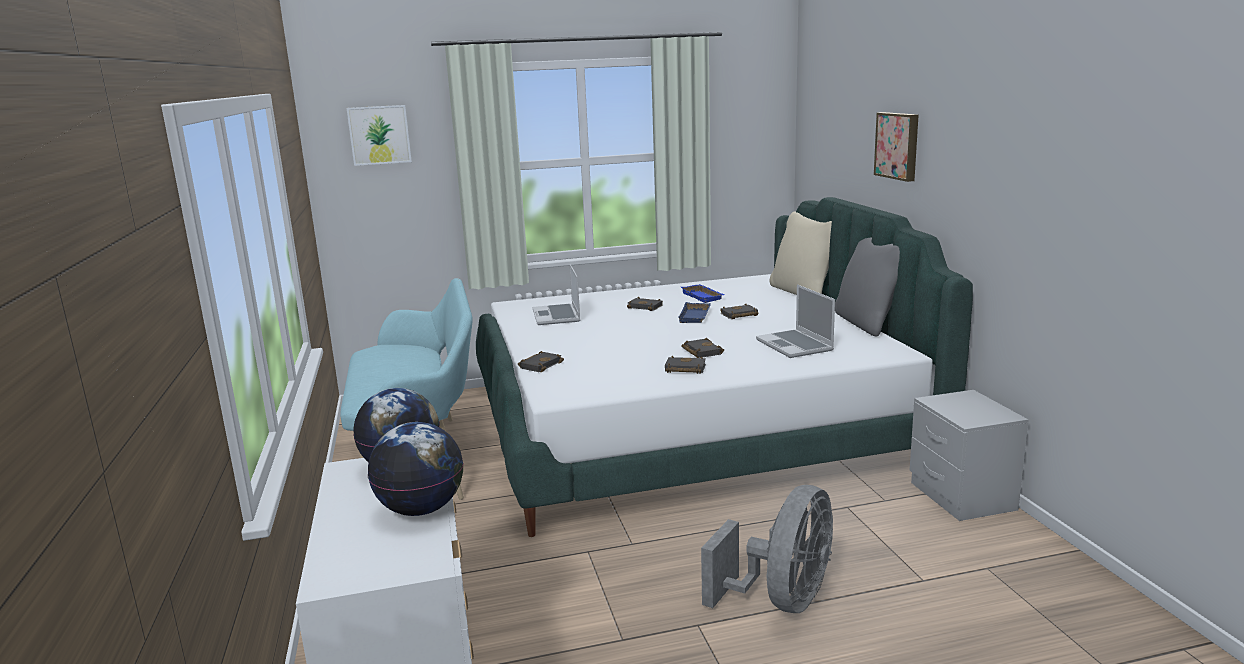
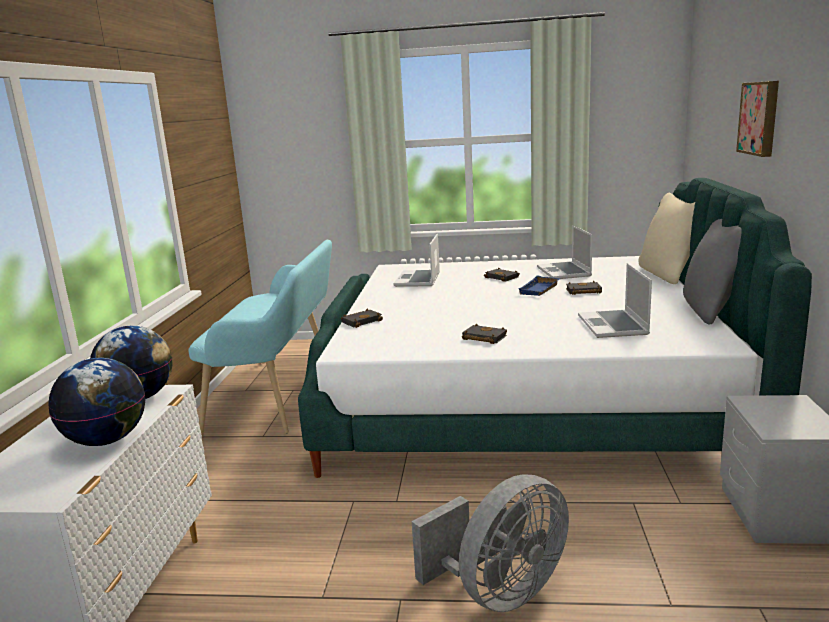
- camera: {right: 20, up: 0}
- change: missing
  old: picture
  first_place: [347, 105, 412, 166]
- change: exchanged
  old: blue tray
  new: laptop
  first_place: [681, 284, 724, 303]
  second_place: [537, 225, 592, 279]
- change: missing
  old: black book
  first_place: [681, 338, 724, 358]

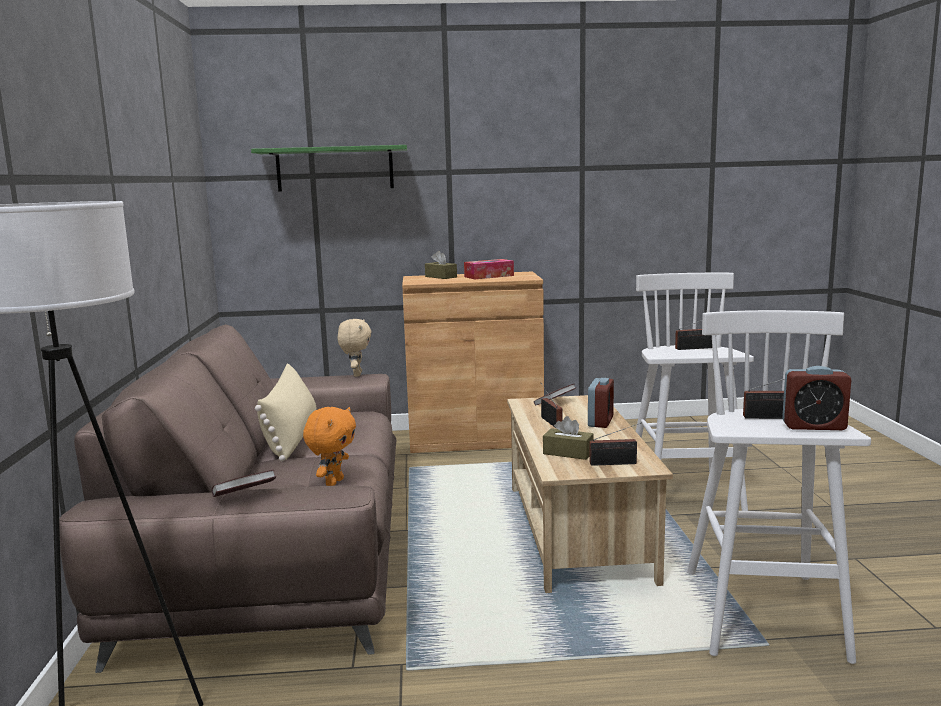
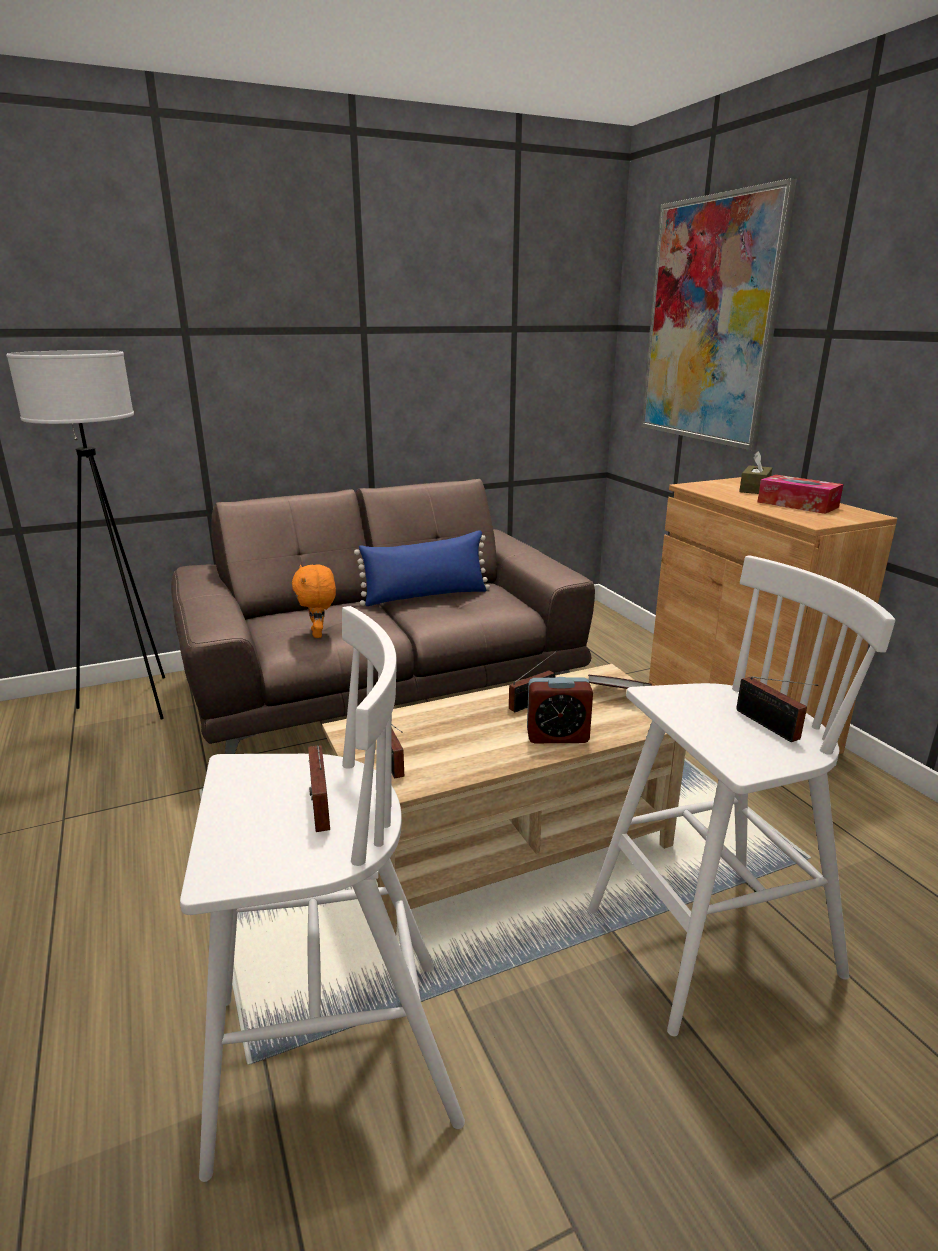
- camera: {right: 70, up: 10}
- change: missing
  old: book
  first_place: [212, 470, 276, 497]
- change: exchanged
  old: green shelf
  new: picture
  first_place: [251, 145, 407, 192]
  second_place: [641, 178, 797, 450]
- change: colour
  old: beige pillow
  new: blue pillow
  first_place: [255, 363, 316, 461]
  second_place: [354, 530, 490, 606]
- change: spun
  old: orange plush toy
  first_place: [303, 407, 356, 486]
  second_place: [292, 565, 336, 638]
  degrees: 75
- change: missing
  old: beige plush toy
  first_place: [338, 319, 372, 377]
- change: missing
  old: brown tissue box
  first_place: [543, 416, 594, 460]
- change: missing
  old: alarm clock
  first_place: [782, 366, 852, 430]

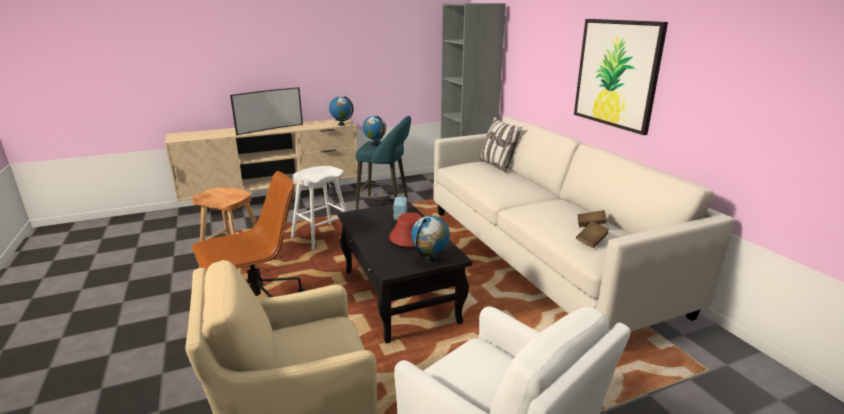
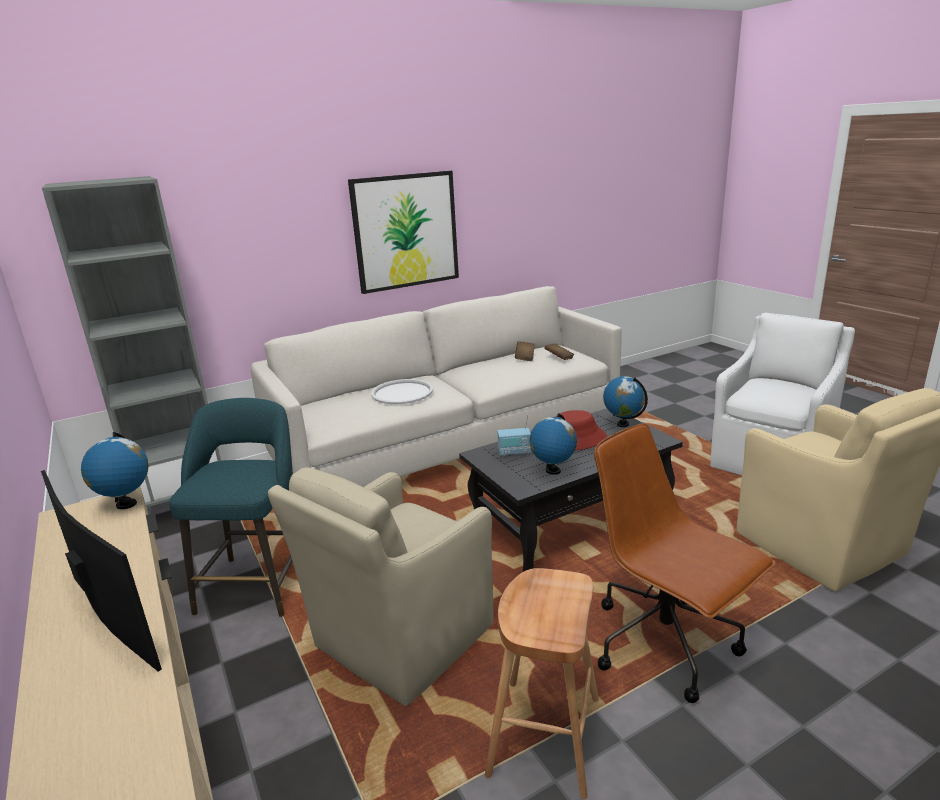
- camera: {right: -95, up: 0}
- change: exchanged
  old: white stool
  new: beige armchair
  first_place: [291, 166, 346, 250]
  second_place: [268, 468, 493, 706]
- change: relocated
  old: globe
  first_place: [363, 116, 386, 146]
  second_place: [530, 413, 577, 475]
- change: missing
  old: pillow
  first_place: [479, 117, 522, 173]
- change: appeared
  new: white tray
  second_place: [371, 379, 433, 404]

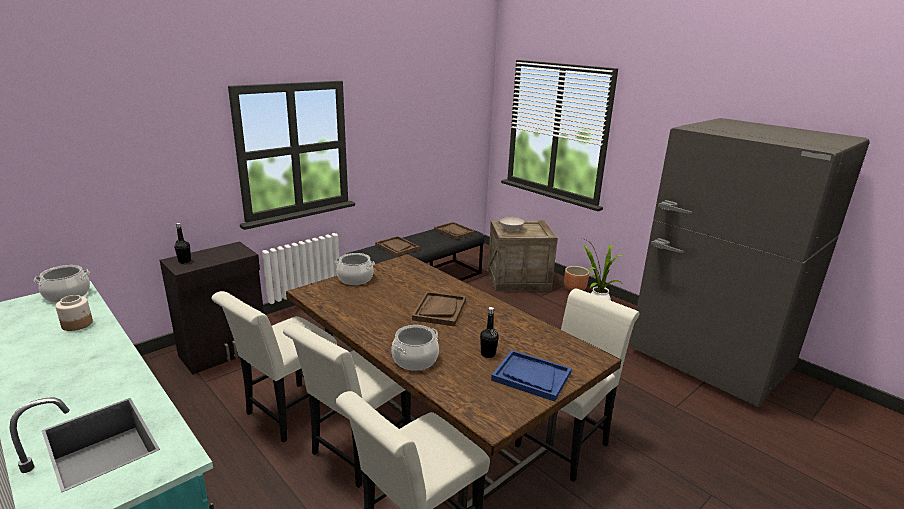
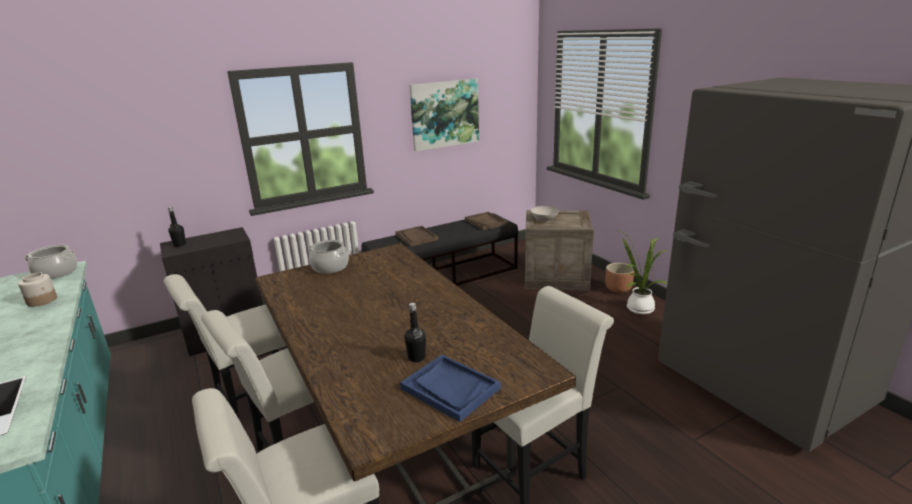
- camera: {right: 15, up: 0}
- change: missing
  old: cooking pot
  first_place: [391, 325, 439, 371]
- change: missing
  old: brown tray
  first_place: [412, 291, 466, 326]
- change: appeared
  new: picture
  second_place: [409, 79, 479, 151]

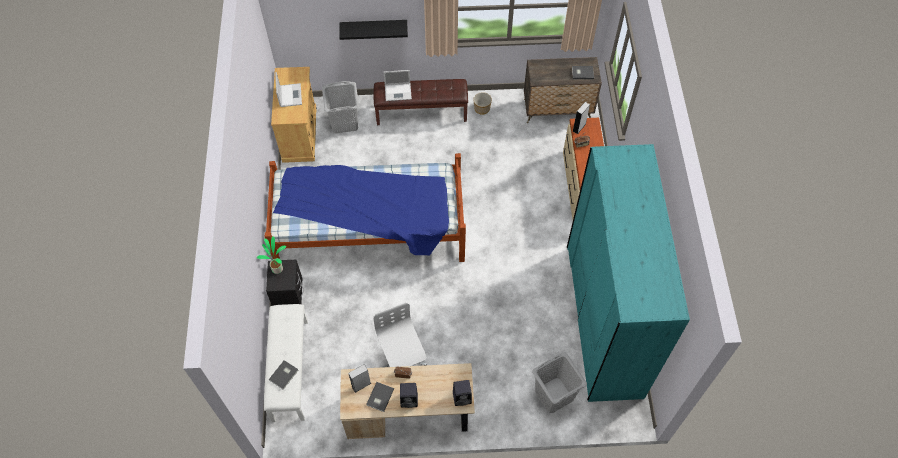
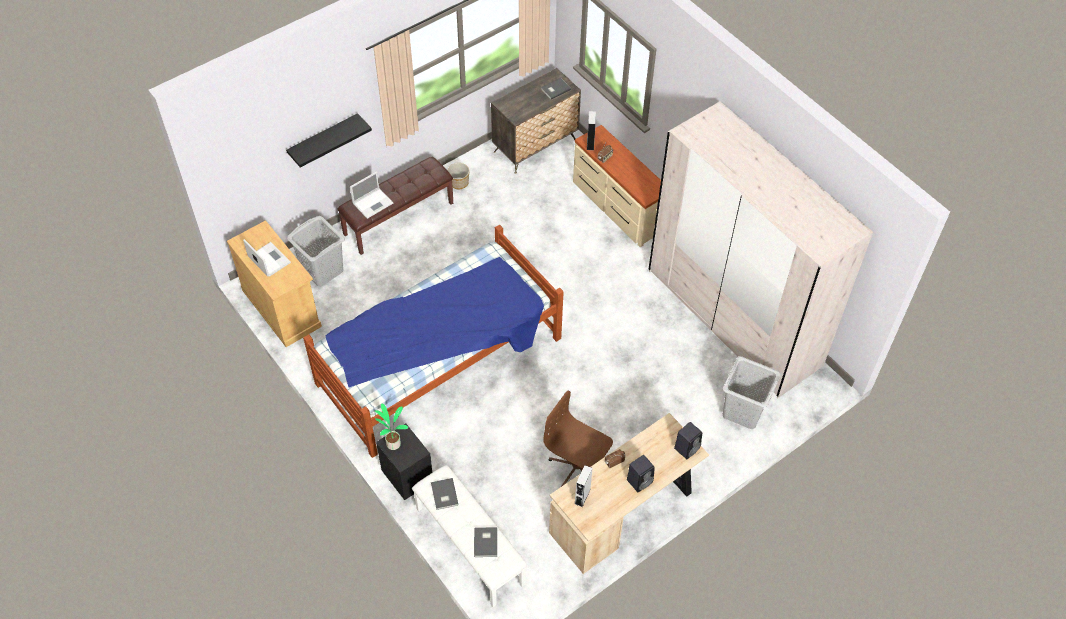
- camera: {right: -35, up: -5}
- change: relocated
  old: grey book
  first_place: [366, 382, 394, 412]
  second_place: [431, 478, 458, 510]
- change: colour
  old: white office chair
  new: brown office chair
  first_place: [373, 302, 427, 368]
  second_place: [543, 390, 613, 487]
- change: colour
  old: turquoise wardrobe
  new: beige wardrobe
  first_place: [567, 144, 690, 402]
  second_place: [648, 101, 873, 398]

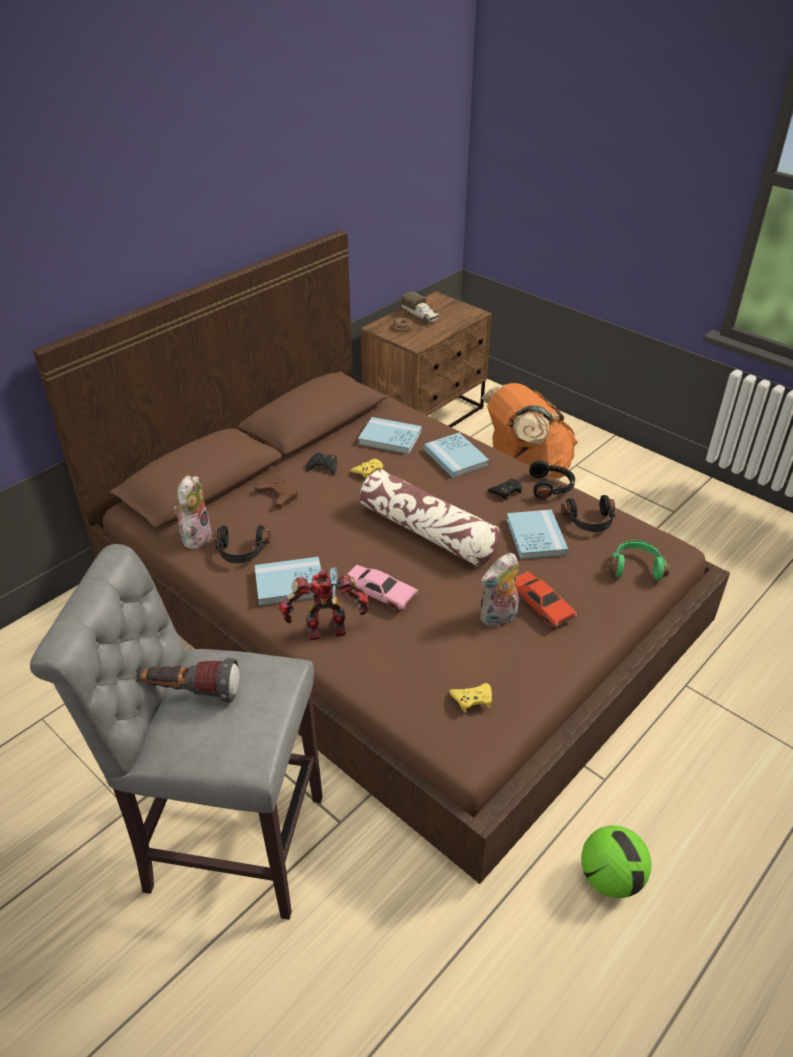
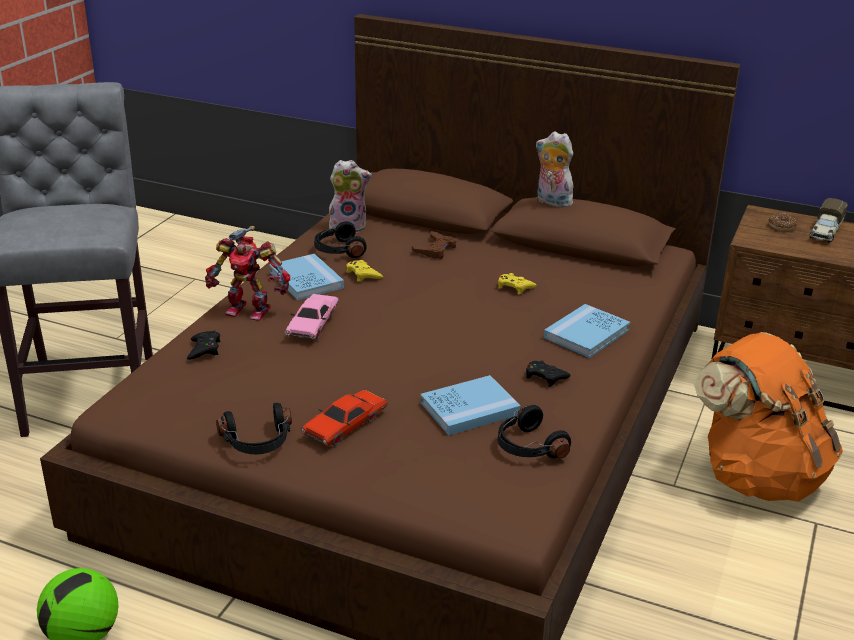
- camera: {right: 70, up: -10}
- change: missing
  old: flashlight
  first_place: [140, 657, 239, 703]
- change: spun
  old: toy robot
  first_place: [279, 567, 369, 640]
  second_place: [205, 226, 290, 321]
  degrees: 135
- change: relocated
  old: black game controller
  first_place: [306, 452, 337, 475]
  second_place: [187, 330, 220, 360]
- change: missing
  old: blue book
  first_place: [358, 417, 422, 454]
- change: missing
  old: pillow
  first_place: [360, 470, 500, 566]
- change: relocated
  old: yellow game controller
  first_place: [449, 683, 492, 713]
  second_place: [346, 260, 383, 281]
- change: relocated
  old: plush toy
  first_place: [480, 553, 519, 627]
  second_place: [535, 131, 573, 208]
- change: relocated
  old: black headphones
  first_place: [529, 460, 575, 499]
  second_place: [216, 403, 292, 454]
- change: missing
  old: green headphones
  first_place: [610, 540, 669, 580]

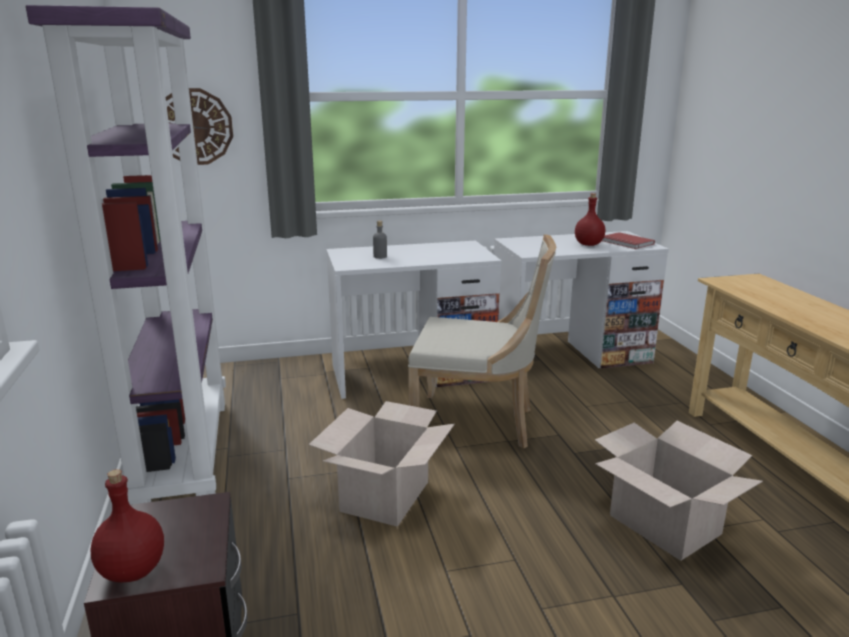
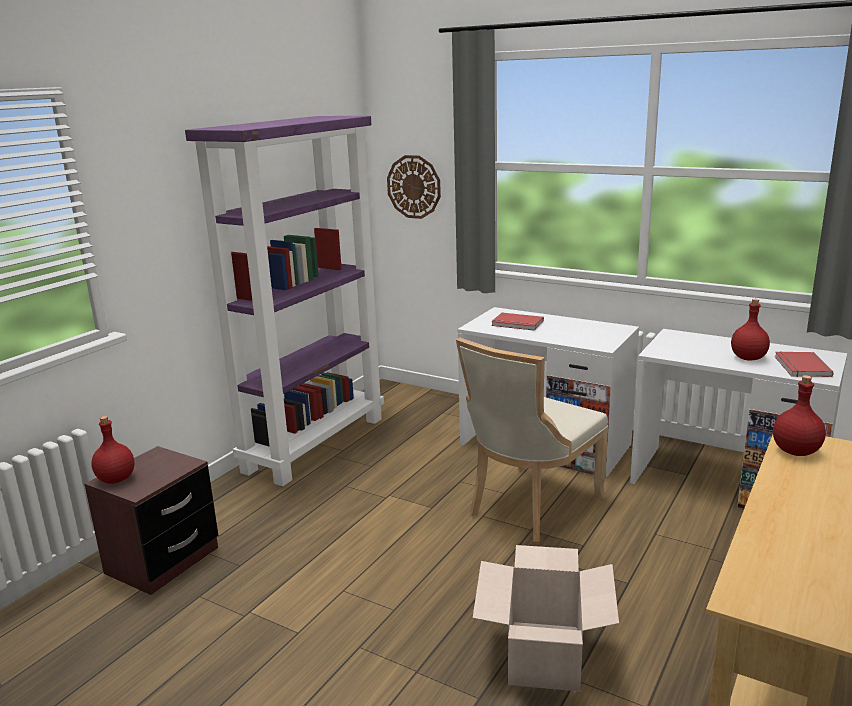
- camera: {right: 45, up: 0}
- change: missing
  old: cardboard box
  first_place: [309, 401, 455, 527]
- change: exchanged
  old: grey bottle
  new: red book
  first_place: [373, 220, 387, 259]
  second_place: [491, 313, 544, 330]
- change: spun
  old: beige chair
  first_place: [408, 234, 556, 448]
  second_place: [456, 338, 608, 542]
  degrees: 75
- change: appeared
  new: red bottle
  second_place: [773, 375, 826, 456]

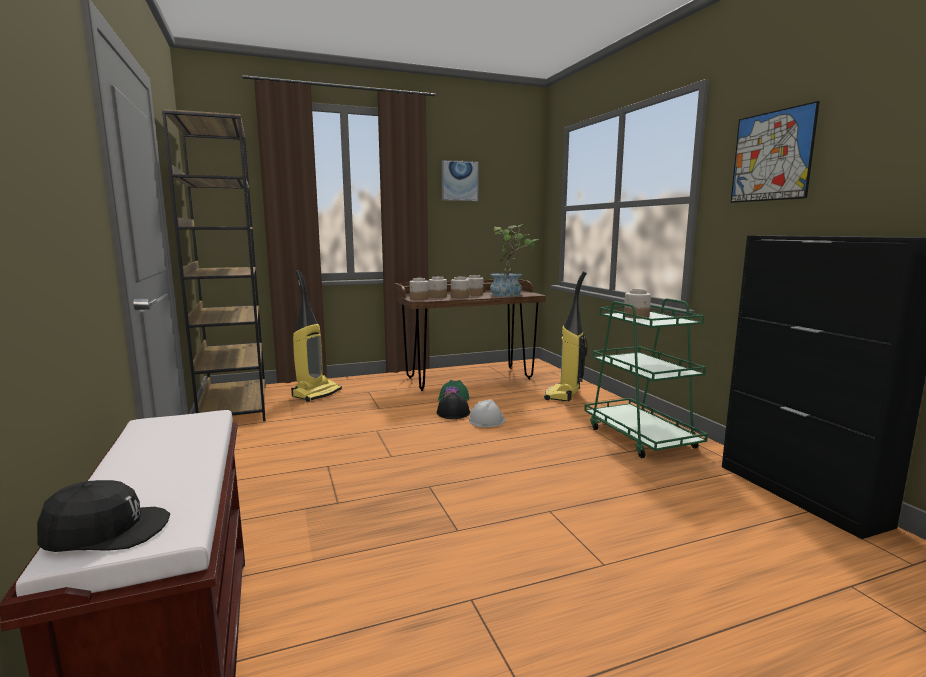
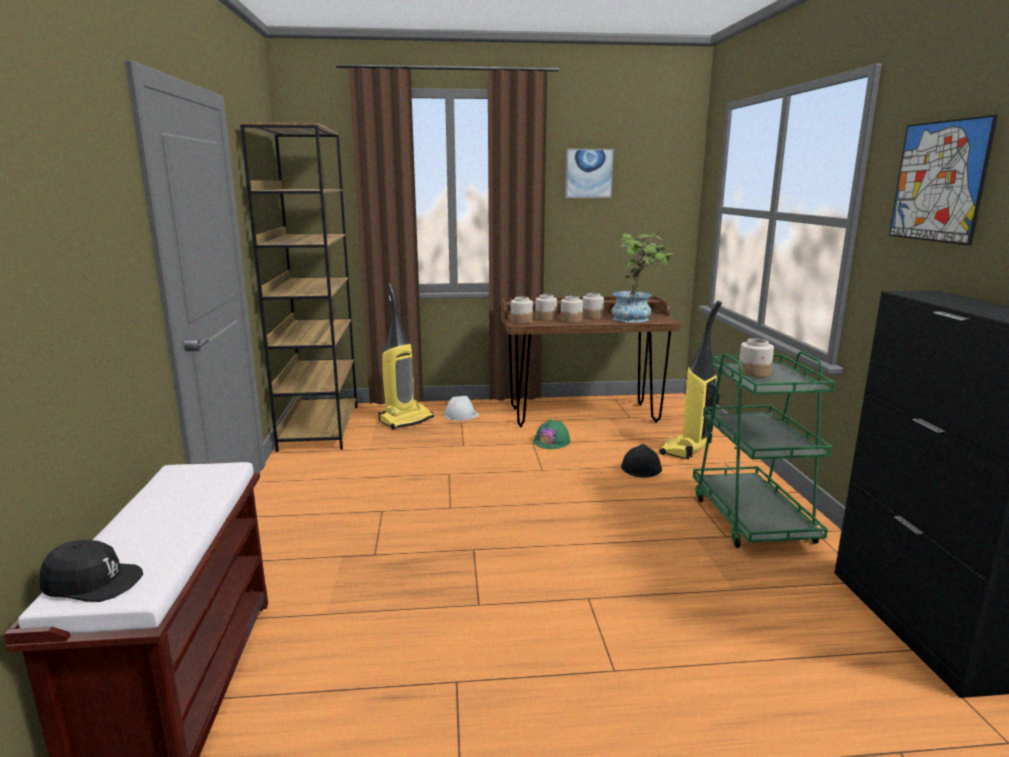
- camera: {right: 15, up: 5}
- change: relocated
  old: black hard hat
  first_place: [437, 392, 470, 419]
  second_place: [621, 444, 662, 478]
- change: relocated
  old: white hard hat
  first_place: [469, 399, 506, 427]
  second_place: [444, 396, 479, 421]

